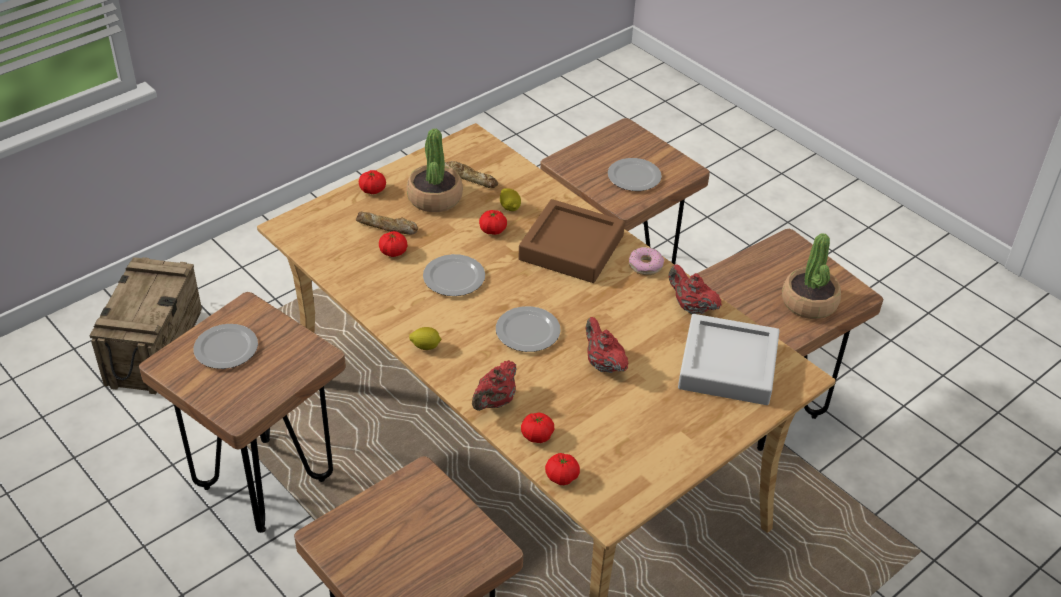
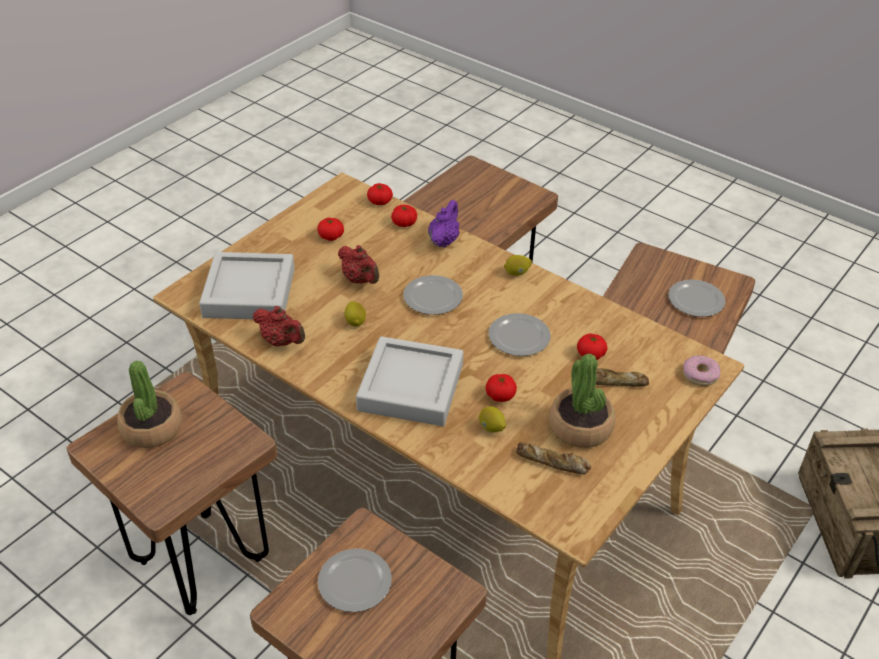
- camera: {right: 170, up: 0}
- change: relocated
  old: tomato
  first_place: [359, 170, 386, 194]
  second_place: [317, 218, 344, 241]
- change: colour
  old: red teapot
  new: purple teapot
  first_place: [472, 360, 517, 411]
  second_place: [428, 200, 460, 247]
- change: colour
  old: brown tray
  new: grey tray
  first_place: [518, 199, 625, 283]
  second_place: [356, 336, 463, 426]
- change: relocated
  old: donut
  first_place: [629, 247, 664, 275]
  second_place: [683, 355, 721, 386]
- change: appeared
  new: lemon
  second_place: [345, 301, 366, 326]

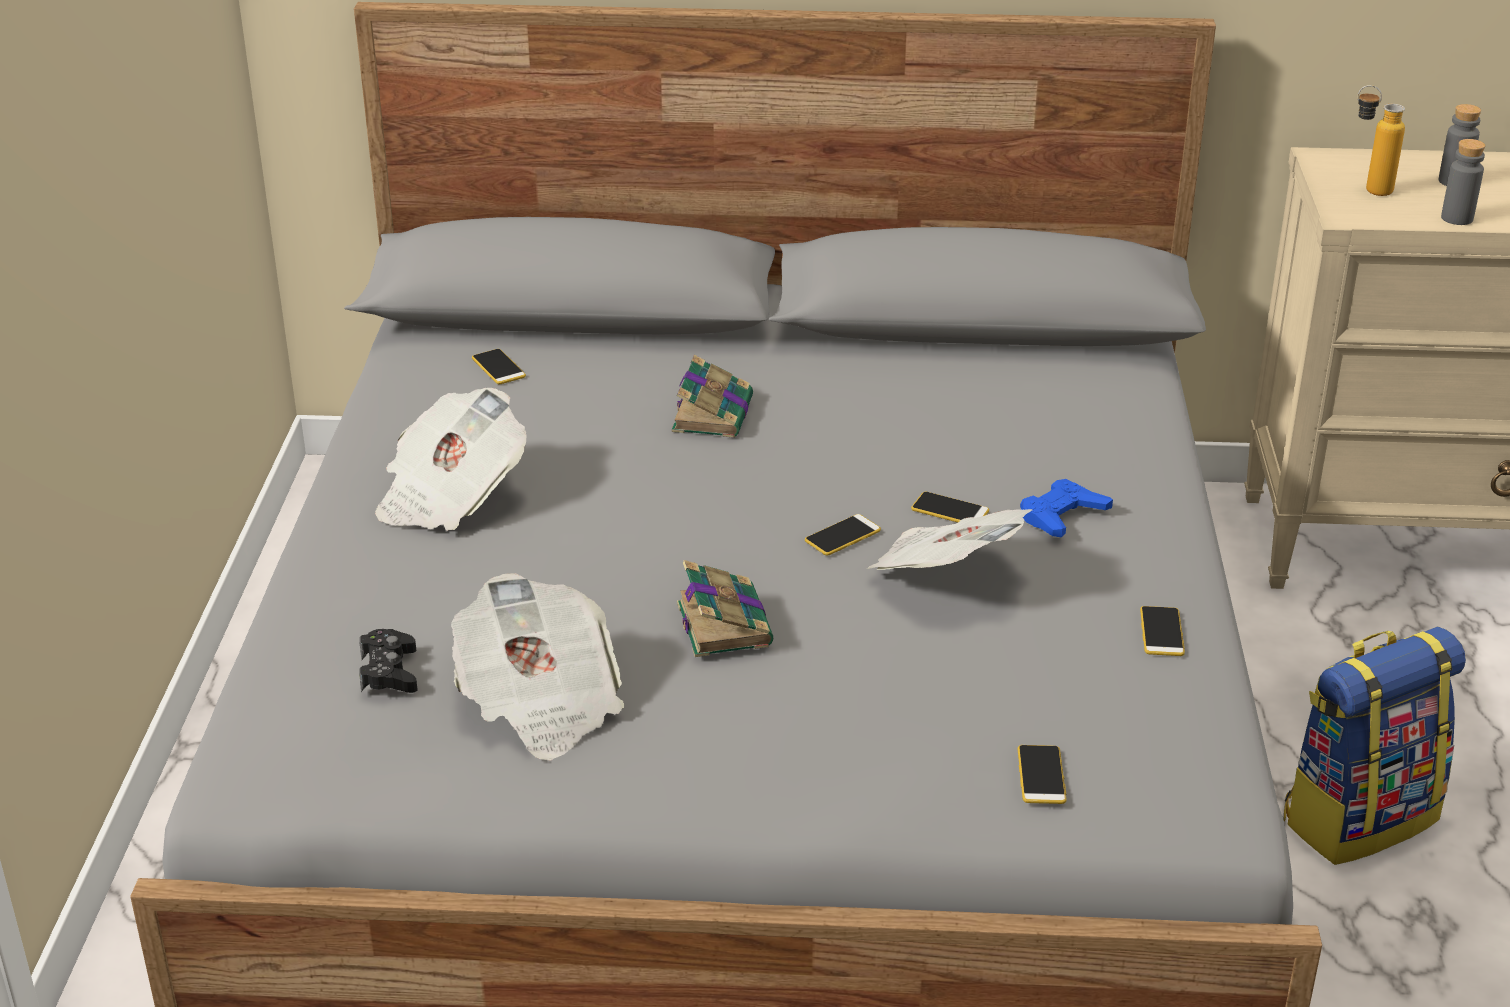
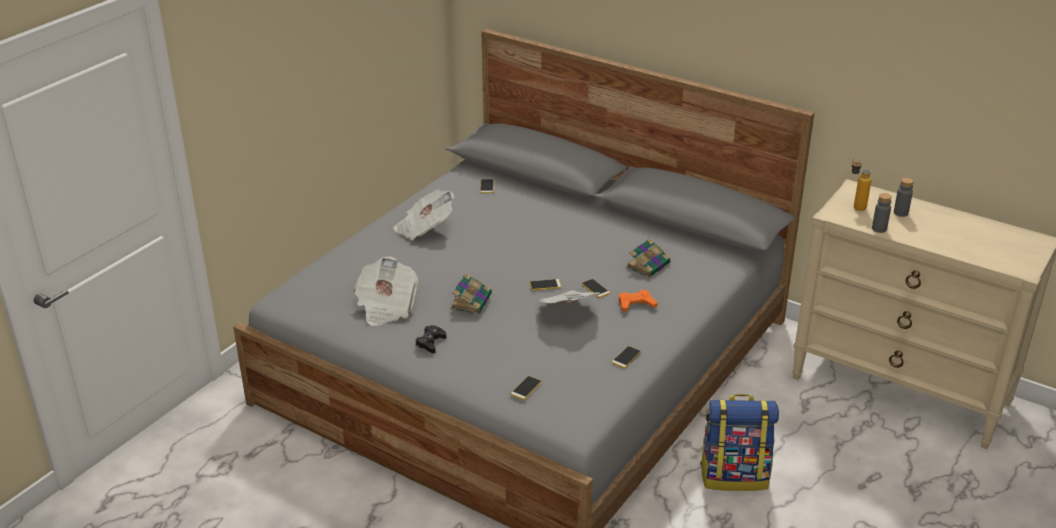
- camera: {right: 30, up: 0}
- change: relocated
  old: black game controller
  first_place: [359, 629, 417, 693]
  second_place: [416, 325, 446, 353]
- change: relocated
  old: book
  first_place: [672, 355, 753, 438]
  second_place: [626, 238, 671, 278]
- change: colour
  old: blue game controller
  new: orange game controller
  first_place: [1020, 479, 1113, 537]
  second_place: [619, 290, 658, 311]

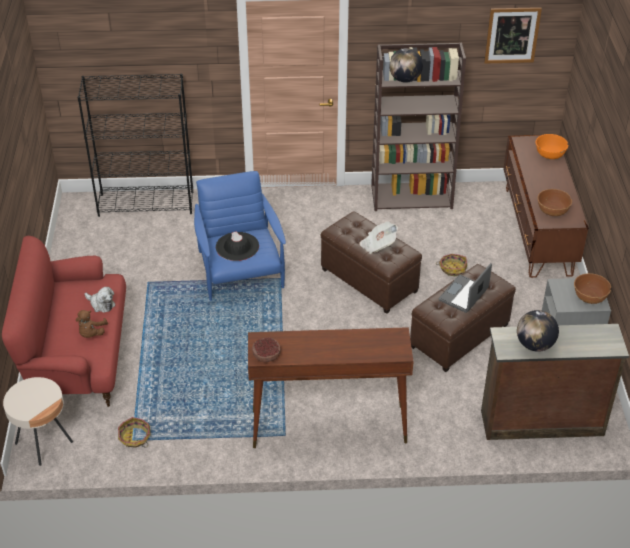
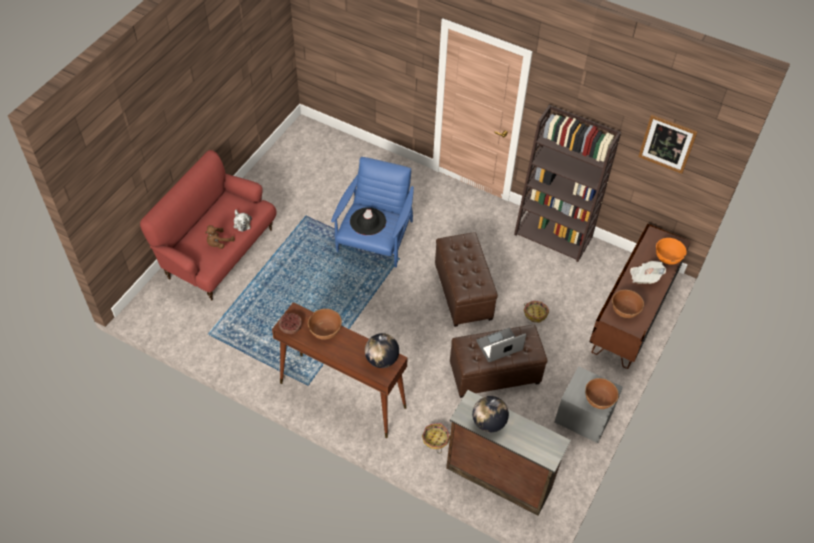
- camera: {right: 30, up: 10}
- change: missing
  old: beige side table
  first_place: [3, 377, 73, 466]
- change: missing
  old: black bookcase
  first_place: [77, 74, 193, 217]
- change: relocated
  old: basket
  first_place: [118, 417, 151, 448]
  second_place: [422, 423, 450, 452]
- change: relocated
  old: newspaper
  first_place: [359, 222, 398, 254]
  second_place: [630, 261, 666, 284]
- change: relocated
  old: globe
  first_place: [389, 48, 423, 83]
  second_place: [365, 333, 399, 368]
- change: appeared
  new: brown bowl
  second_place: [308, 309, 342, 340]

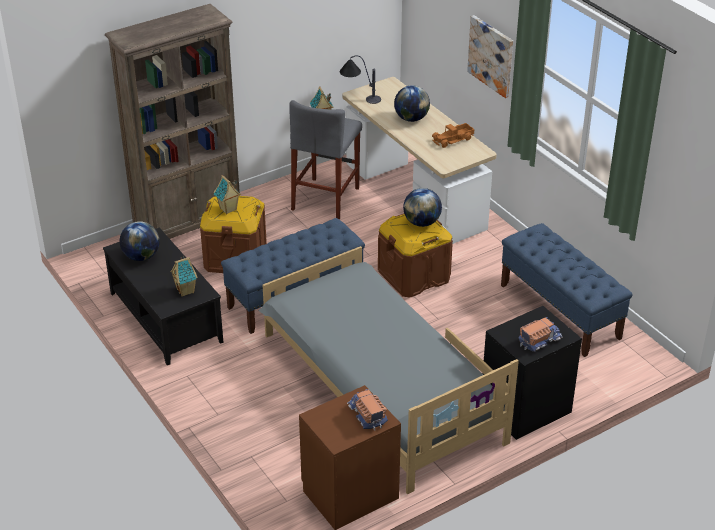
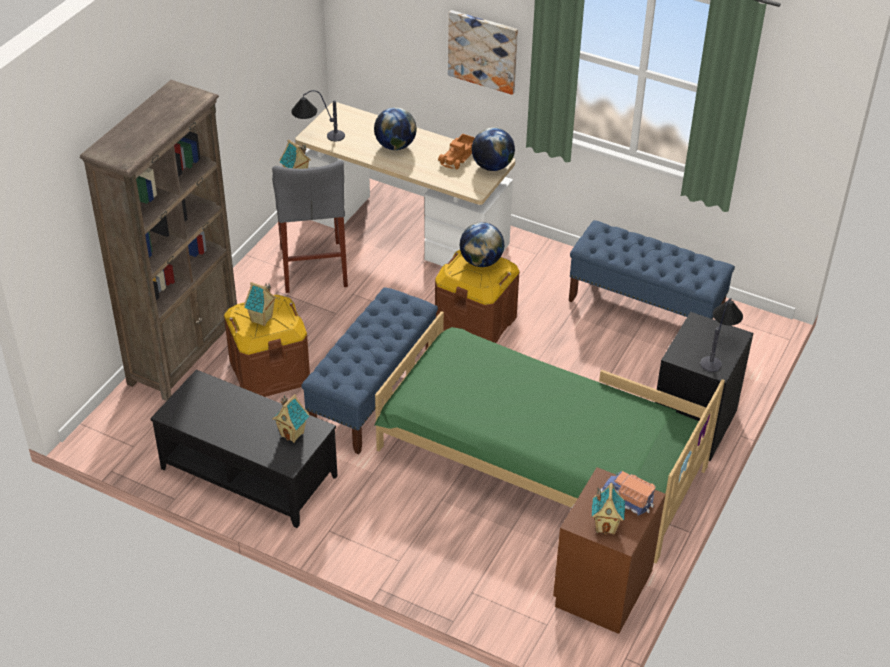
- camera: {right: -30, up: 5}
- change: relocated
  old: globe
  first_place: [120, 221, 160, 261]
  second_place: [472, 127, 515, 171]
- change: colour
  old: grey bed
  new: green bed
  first_place: [258, 246, 519, 494]
  second_place: [374, 311, 725, 564]
- change: exchanged
  old: toy truck
  new: table lamp
  first_place: [518, 317, 563, 352]
  second_place: [700, 298, 743, 372]
- change: appeared
  new: toy house
  second_place: [592, 483, 625, 535]

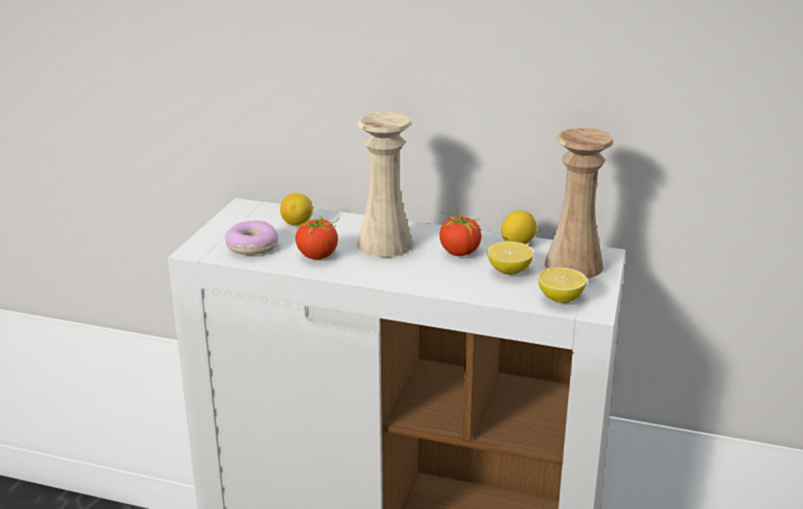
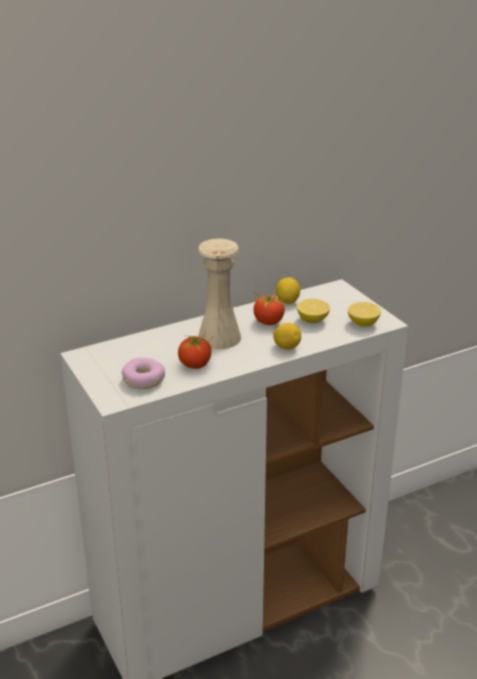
- camera: {right: -45, up: 5}
- change: relocated
  old: lemon
  first_place: [280, 193, 313, 226]
  second_place: [273, 323, 301, 350]
- change: missing
  old: beige vase
  first_place: [545, 128, 613, 279]

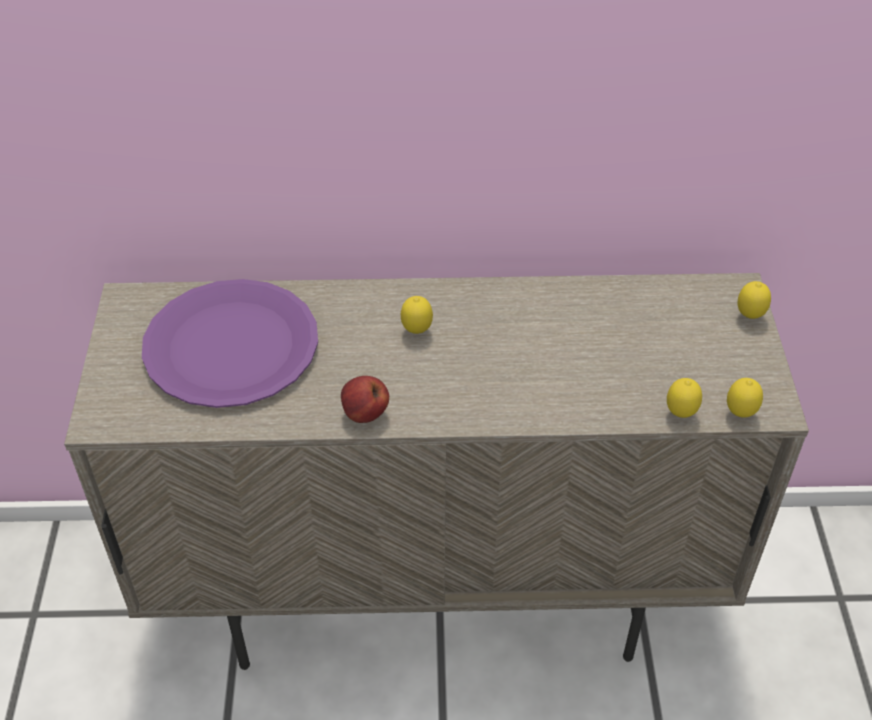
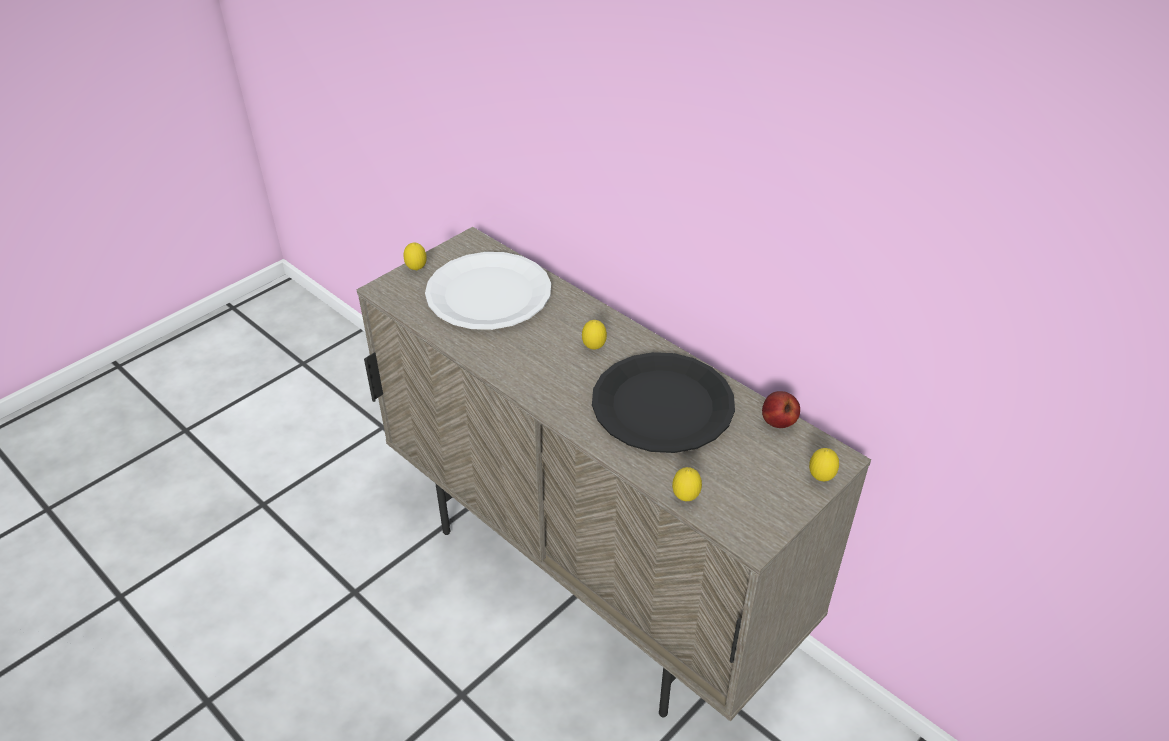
- camera: {right: 45, up: -5}
- change: colour
  old: purple plate
  new: white plate
  first_place: [142, 279, 318, 408]
  second_place: [425, 252, 551, 330]
- change: relocated
  old: apple
  first_place: [341, 376, 389, 423]
  second_place: [762, 391, 800, 428]
- change: relocated
  old: lemon
  first_place: [727, 378, 763, 418]
  second_place: [403, 243, 427, 271]
- change: appeared
  new: black plate
  second_place: [592, 352, 735, 453]

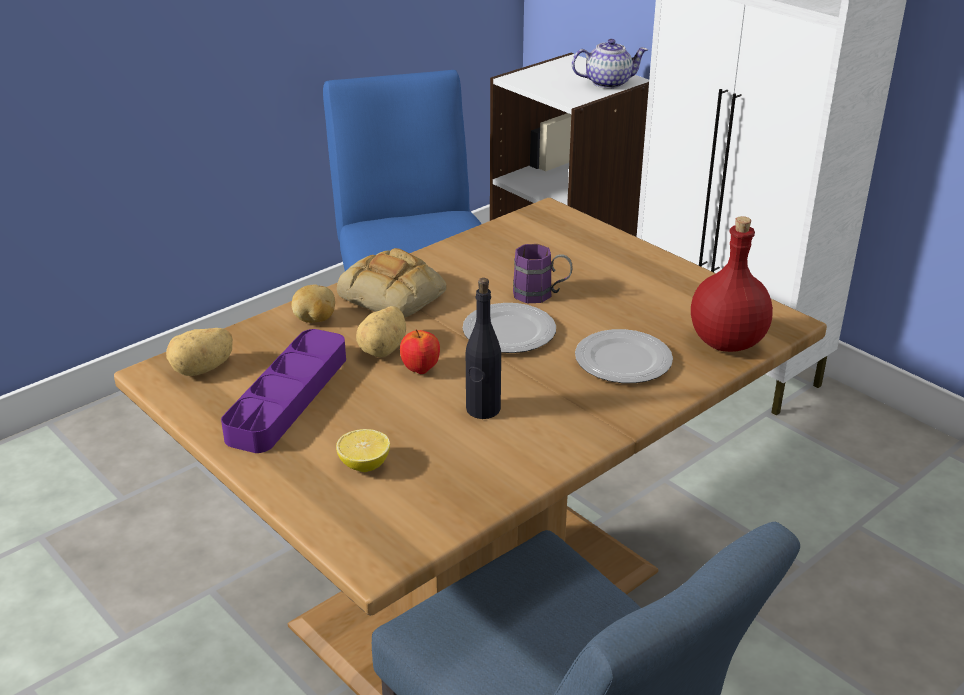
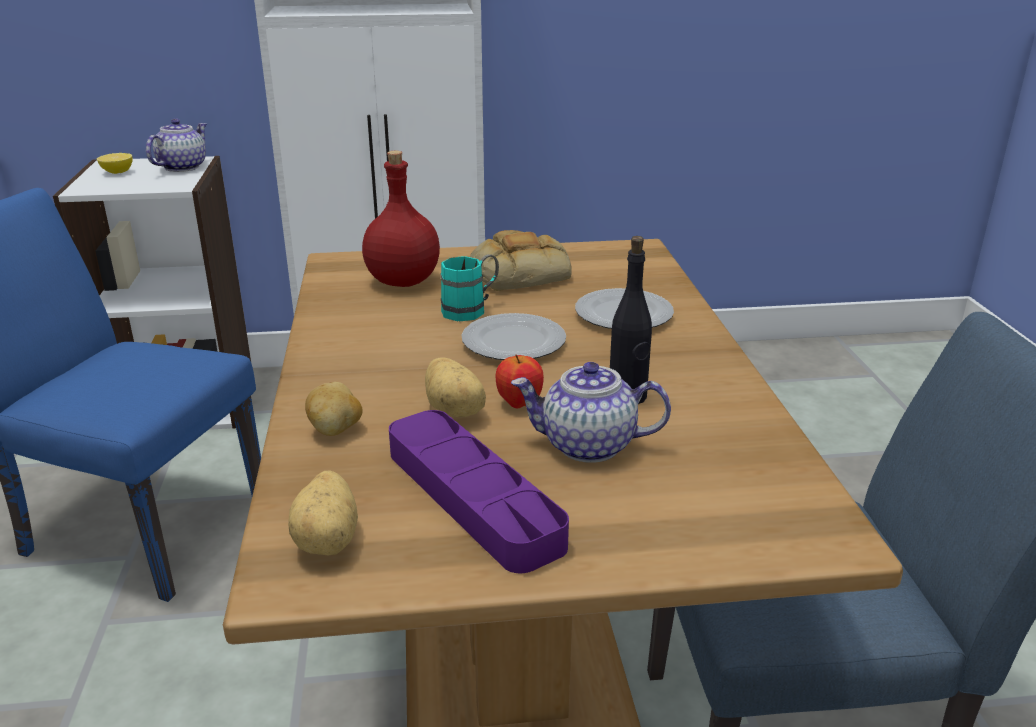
- camera: {right: -55, up: -5}
- change: relocated
  old: lemon
  first_place: [336, 429, 390, 472]
  second_place: [97, 153, 133, 174]
- change: relocated
  old: bread
  first_place: [337, 248, 447, 318]
  second_place: [470, 230, 572, 291]
- change: colour
  old: purple mug
  new: turquoise mug
  first_place: [513, 244, 573, 303]
  second_place: [440, 254, 499, 322]
- change: relocated
  old: red bottle
  first_place: [691, 216, 773, 352]
  second_place: [362, 151, 440, 287]
- change: appeared
  new: teapot
  second_place: [511, 362, 671, 463]

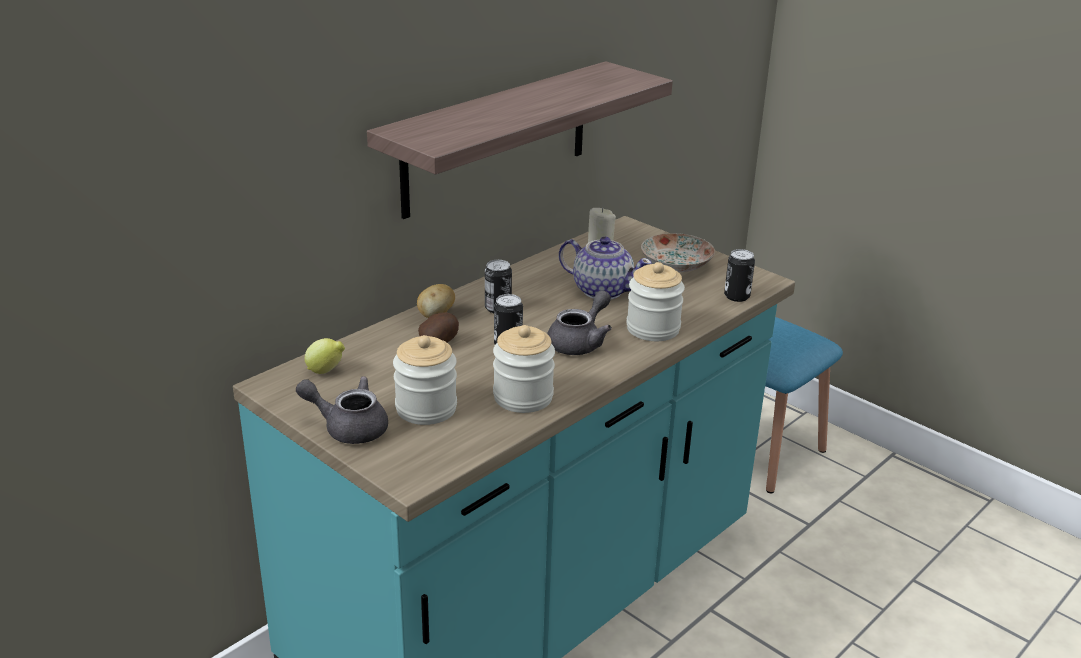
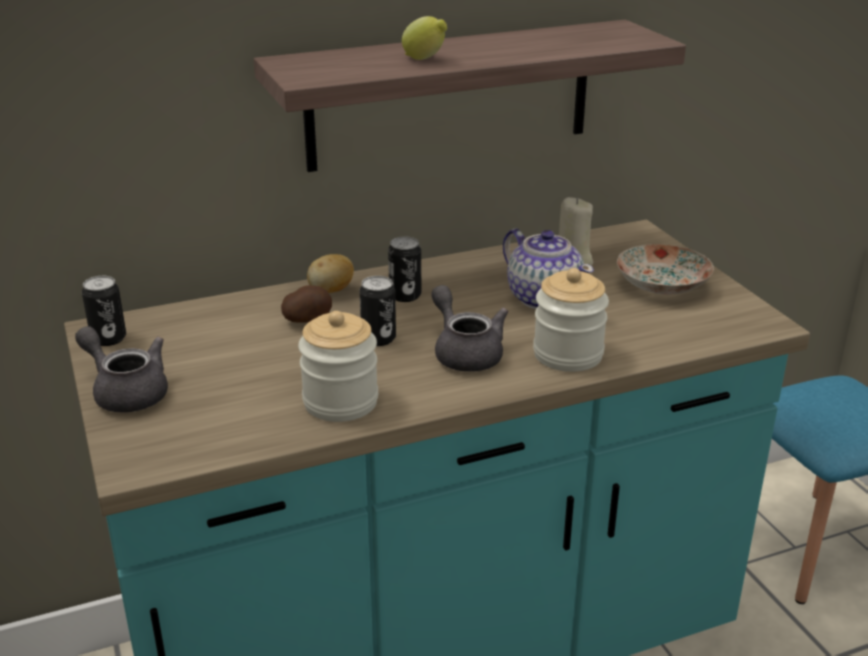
- camera: {right: 25, up: 0}
- change: relocated
  old: lemon
  first_place: [305, 338, 345, 374]
  second_place: [402, 16, 447, 60]
- change: missing
  old: jar
  first_place: [393, 335, 457, 425]
- change: spun
  old: grey teapot
  first_place: [547, 290, 612, 355]
  second_place: [431, 285, 508, 372]
  degrees: -90
- change: relocated
  old: can
  first_place: [724, 249, 755, 302]
  second_place: [82, 276, 126, 346]

